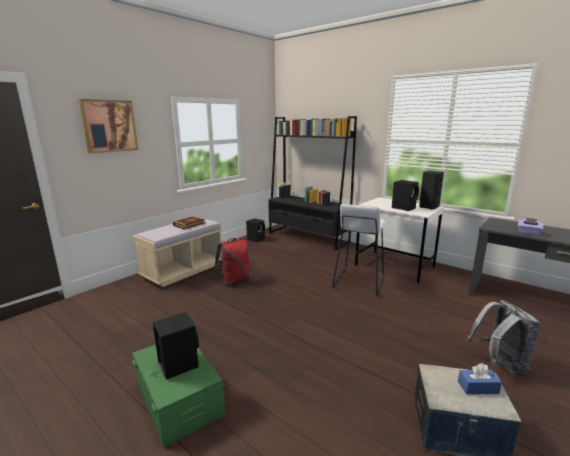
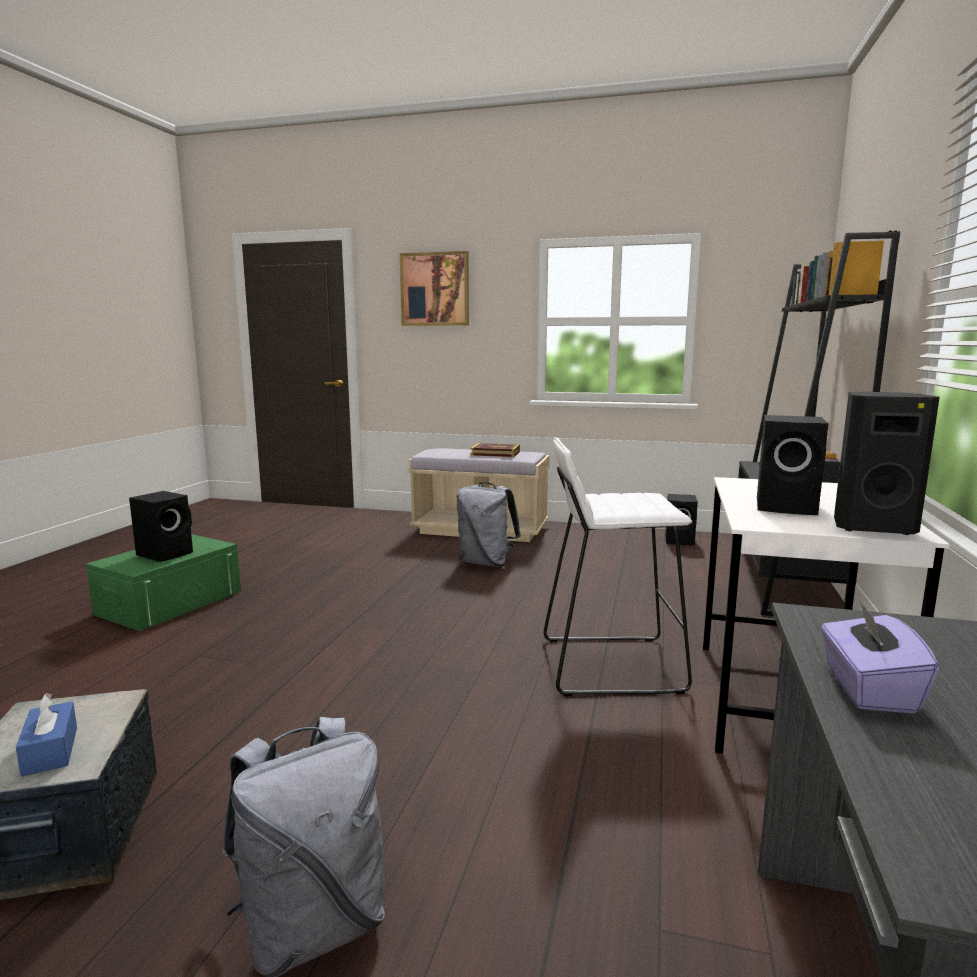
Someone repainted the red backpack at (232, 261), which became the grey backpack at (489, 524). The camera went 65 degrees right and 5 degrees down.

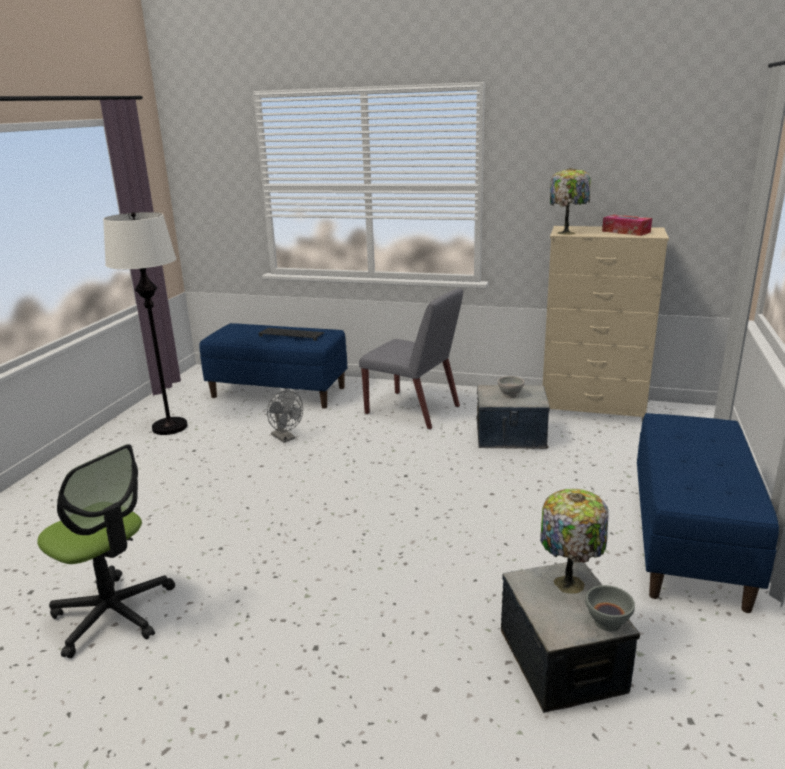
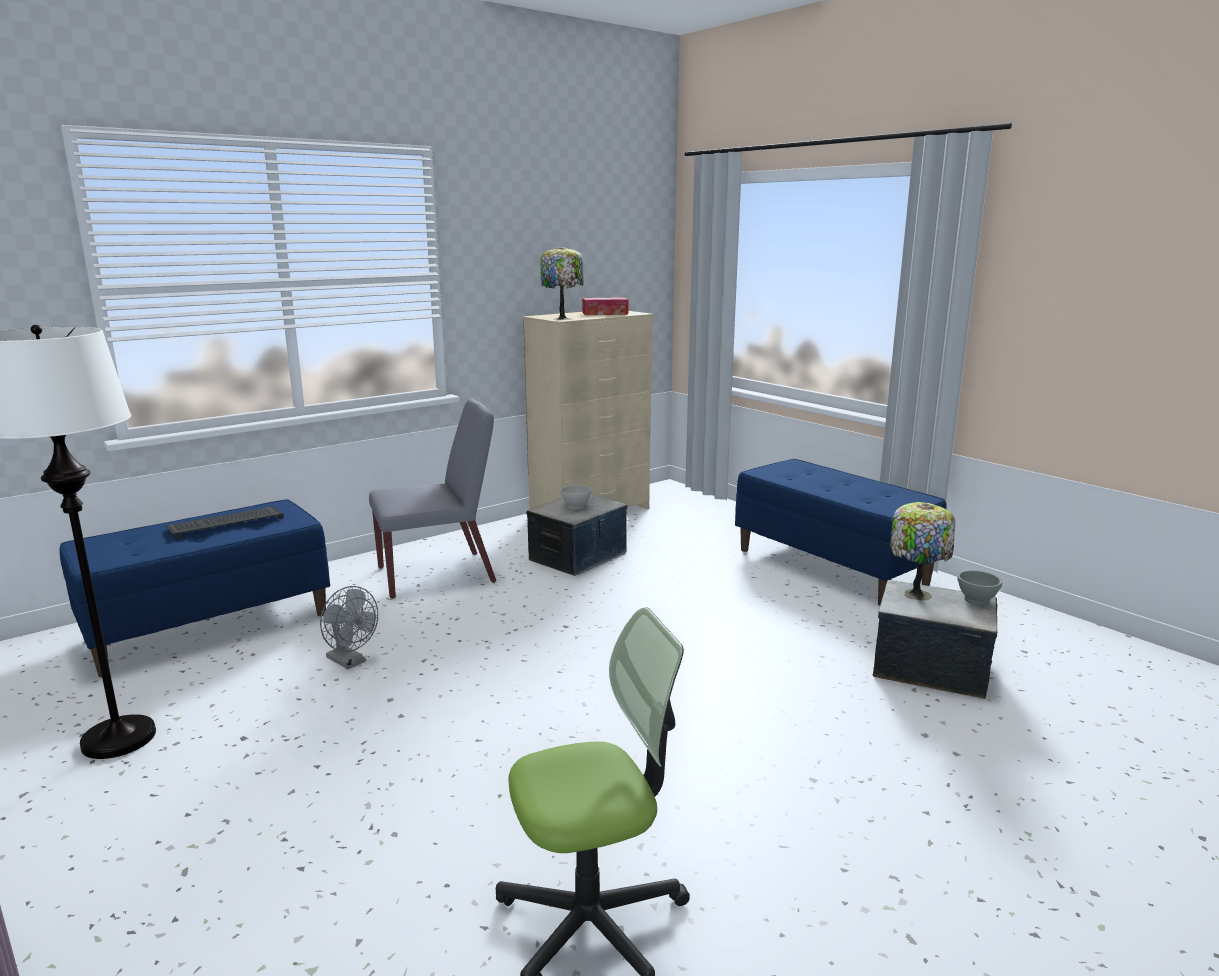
Someone rotated the grey fan at (285, 416) by 45 degrees clockwise. The camera went 55 degrees left and 5 degrees down.

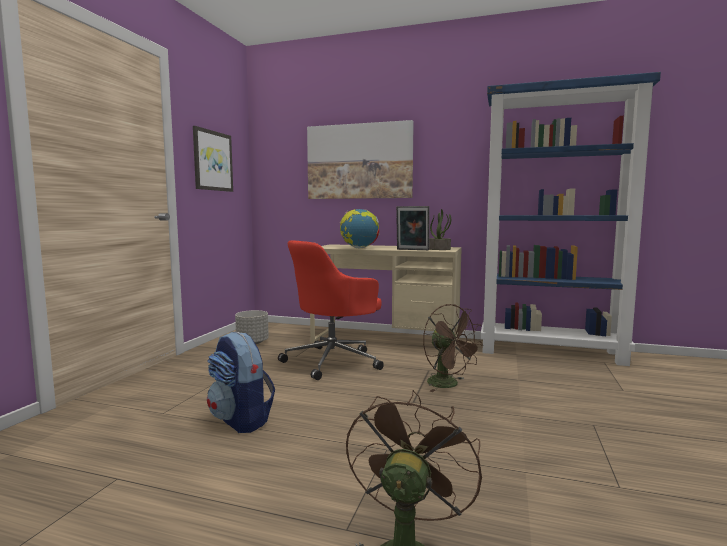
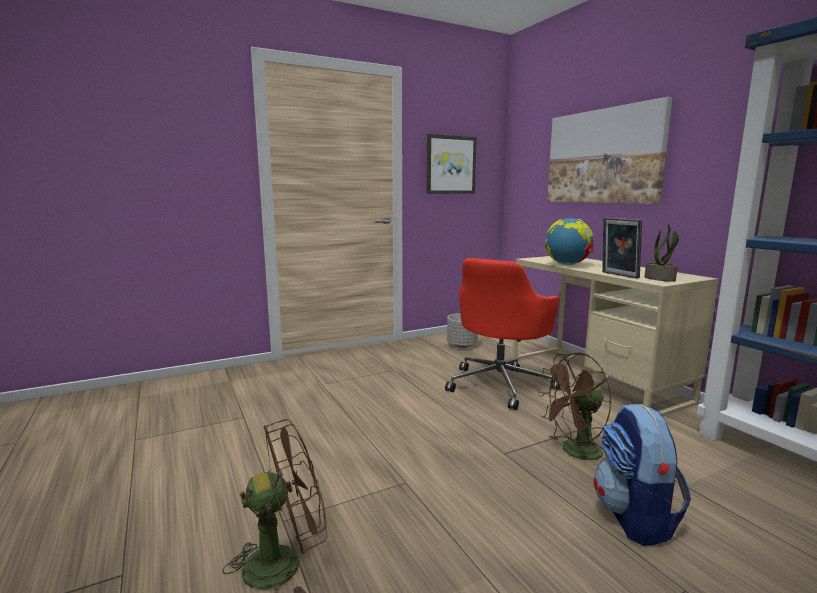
Someone rotated the red office chair at (331, 310) by 60 degrees counterclockwise. Someone rotated the brown fan at (453, 348) by 60 degrees clockwise. Someone carried the backpack from (241, 382) to (642, 475). The camera went 45 degrees right and 5 degrees up.

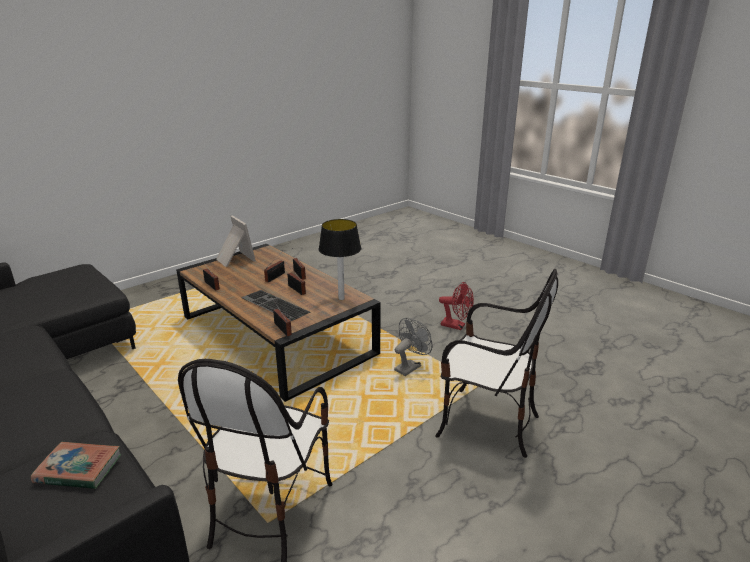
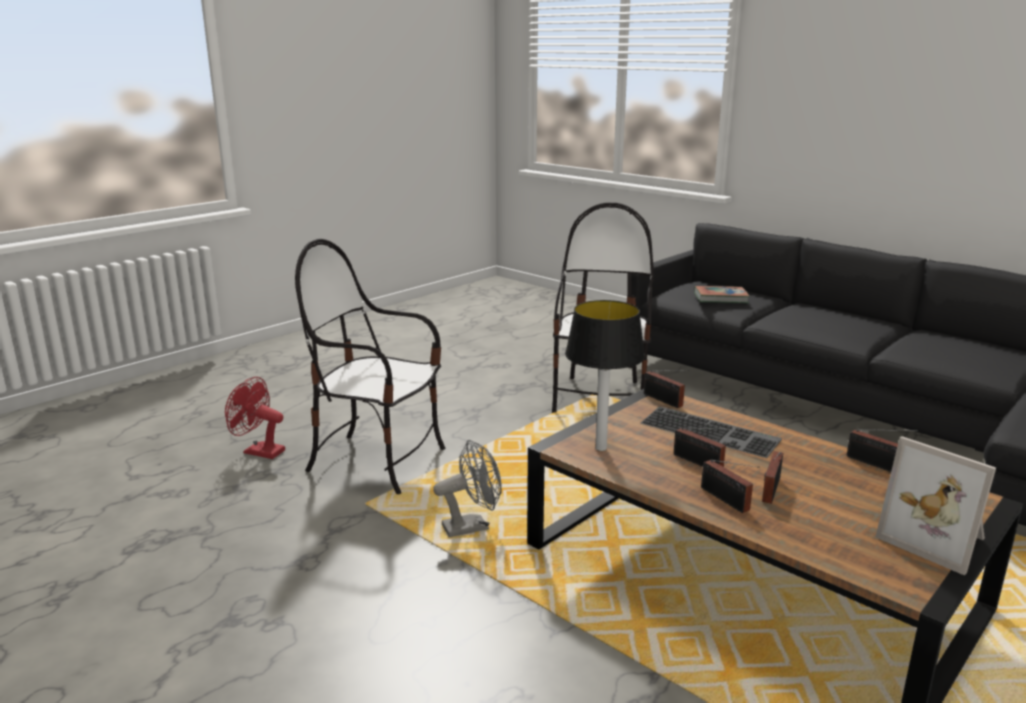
Someone carried the red fan from (456, 306) to (255, 418). Someone rotated the grey fan at (413, 347) by 150 degrees counterclockwise. The camera went 175 degrees right and 5 degrees down.

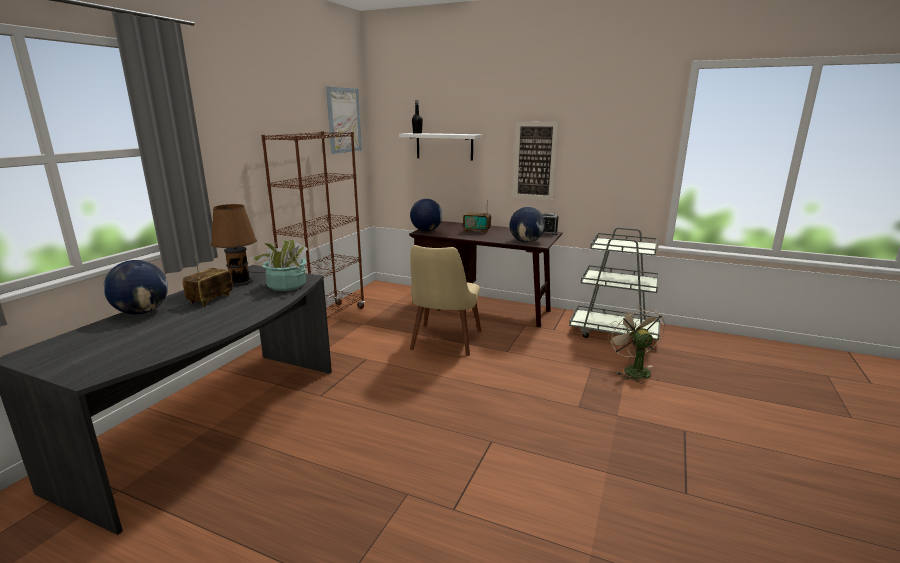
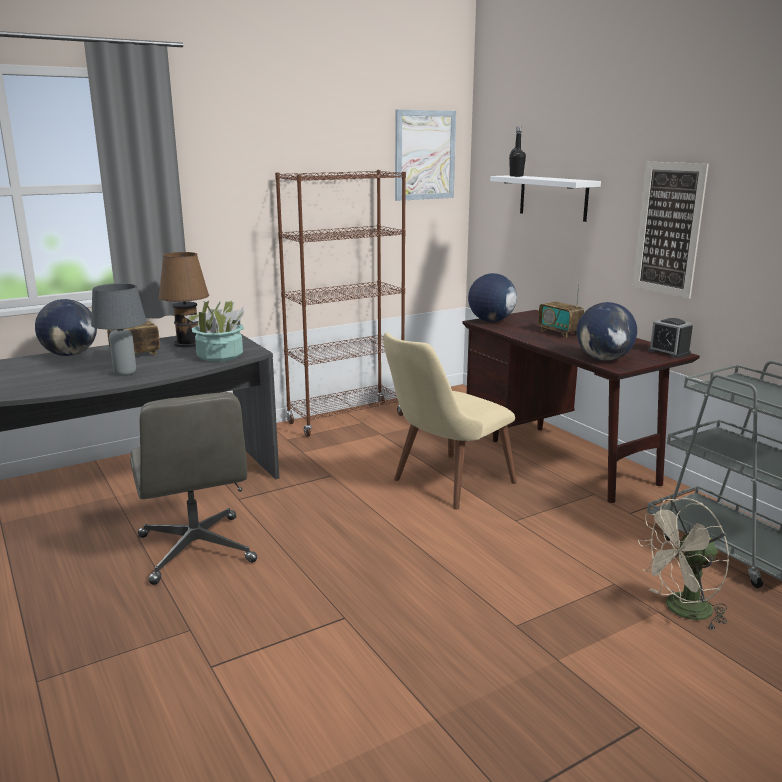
Someone put down the grey table lamp at (118, 329). Someone put down the grey office chair at (193, 488). Someone rotated the beige fan at (636, 344) by 135 degrees counterclockwise. The camera went 35 degrees right and 0 degrees up.

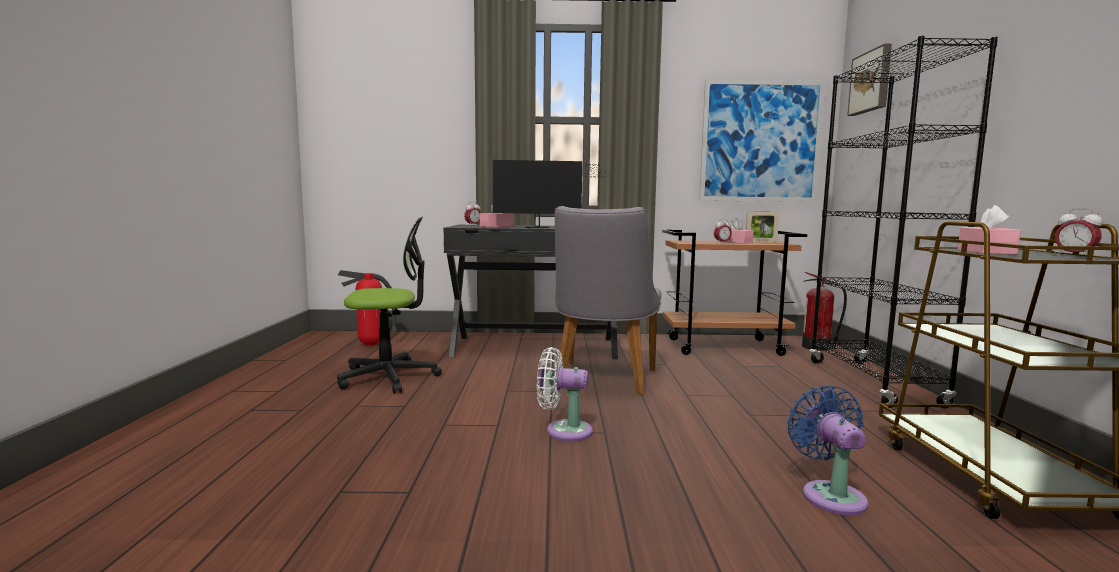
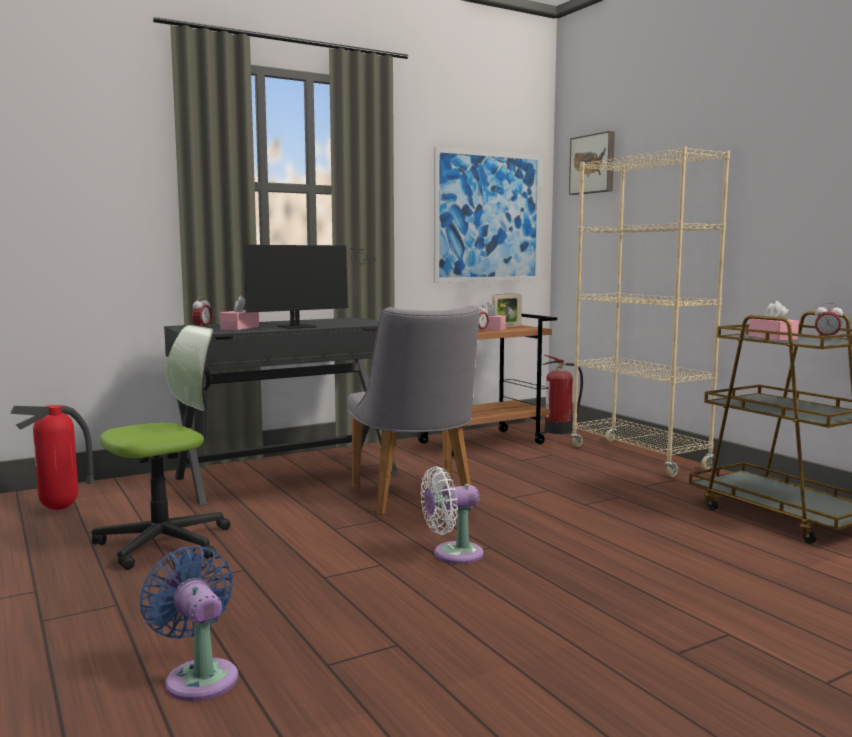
Someone carried the blue fan from (827, 450) to (189, 623). Someone repainted the black bookcase at (904, 222), which became the beige bookcase at (650, 311). The camera went 30 degrees left and 0 degrees up.

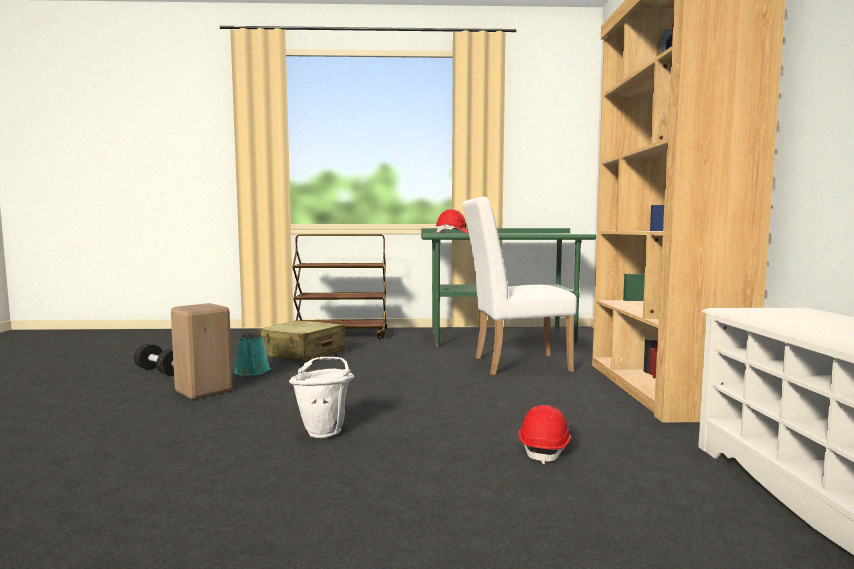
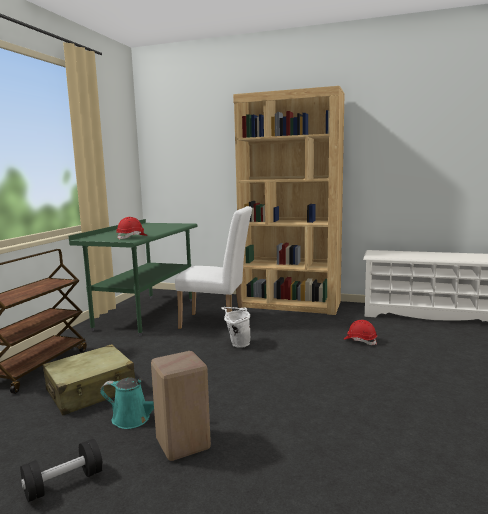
Someone rotated the white chair at (519, 286) by 90 degrees counterclockwise. Someone carried the white bucket from (321, 397) to (235, 327). The camera went 70 degrees left and 5 degrees up.

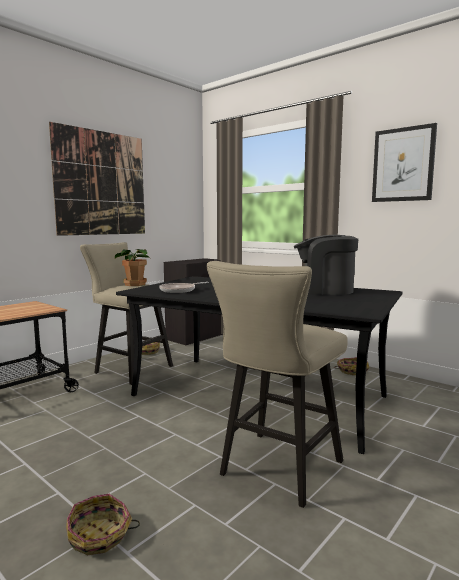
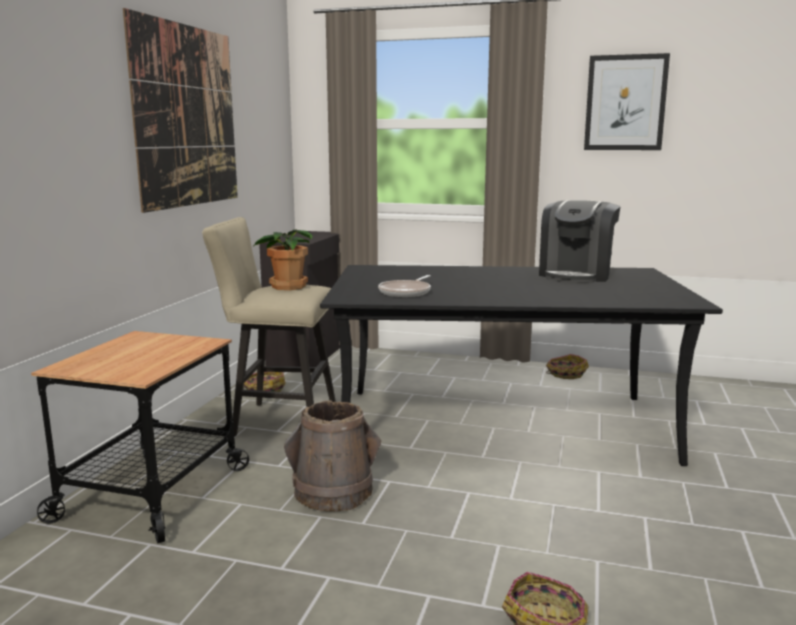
Someone put down the brown bucket at (333, 456). Someone rotated the coffee machine at (326, 265) by 45 degrees counterclockwise. Someone took away the beige stool at (277, 384). The camera went 25 degrees left and 5 degrees up.

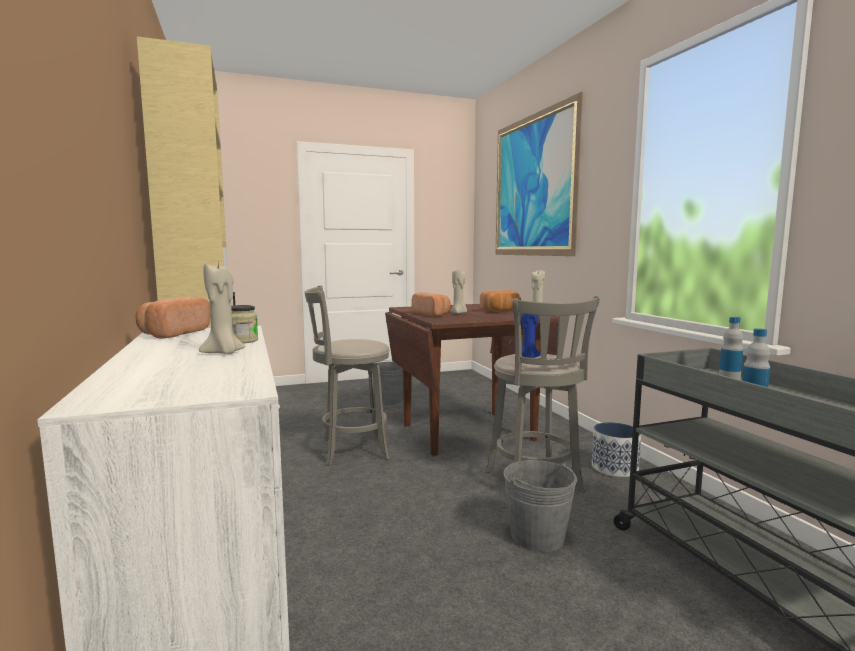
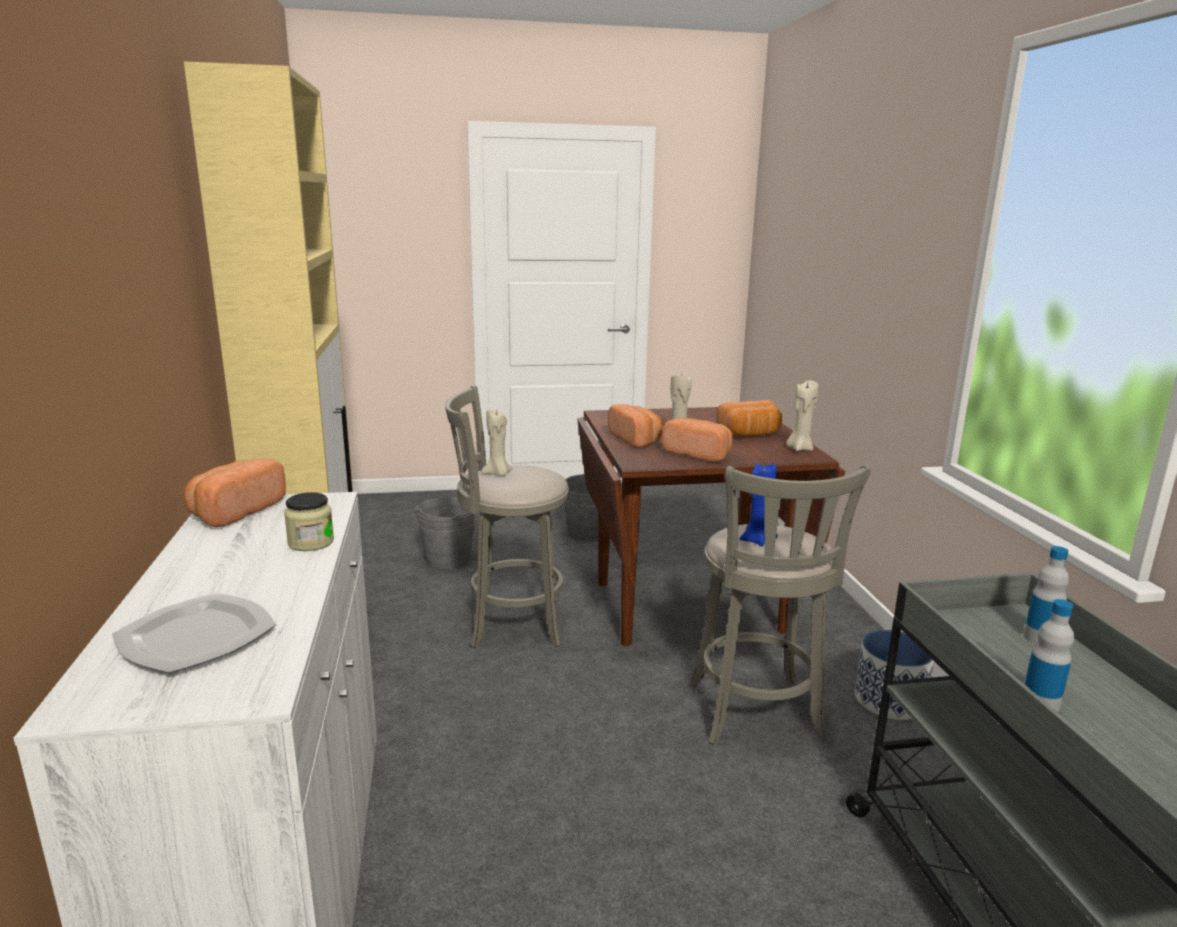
Someone put down the plate at (194, 633). Someone carried the grey bucket from (540, 506) to (445, 533). Someone carried the beige candle from (222, 309) to (497, 443). Someone put down the bread at (697, 440). Someone took away the picture at (539, 173). The camera went 10 degrees right and 10 degrees up.

